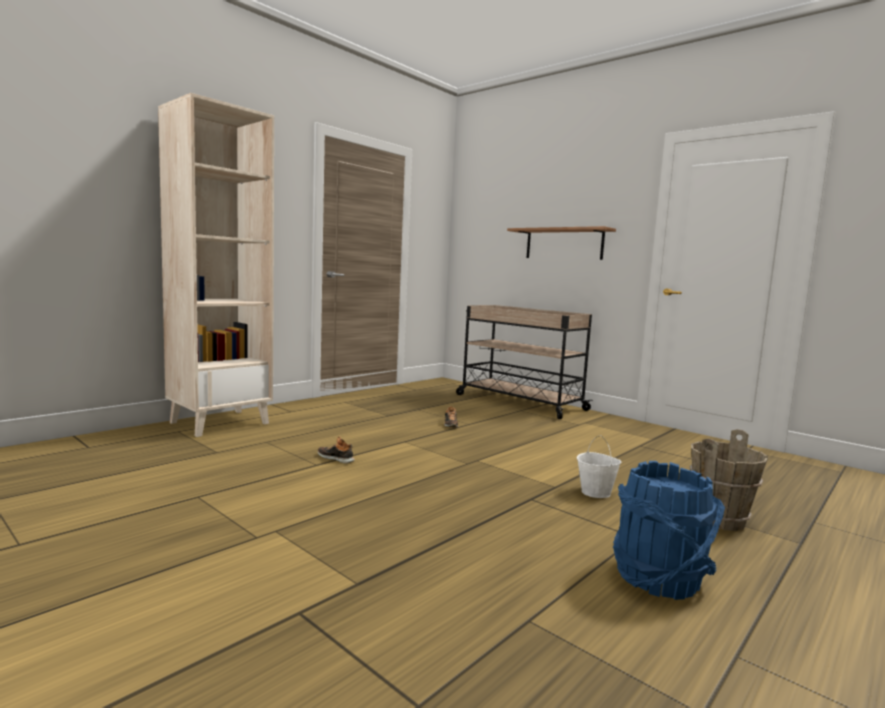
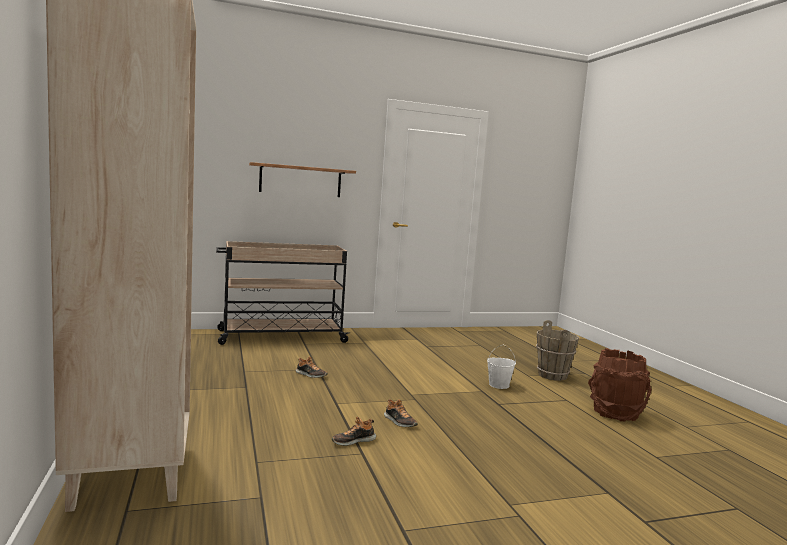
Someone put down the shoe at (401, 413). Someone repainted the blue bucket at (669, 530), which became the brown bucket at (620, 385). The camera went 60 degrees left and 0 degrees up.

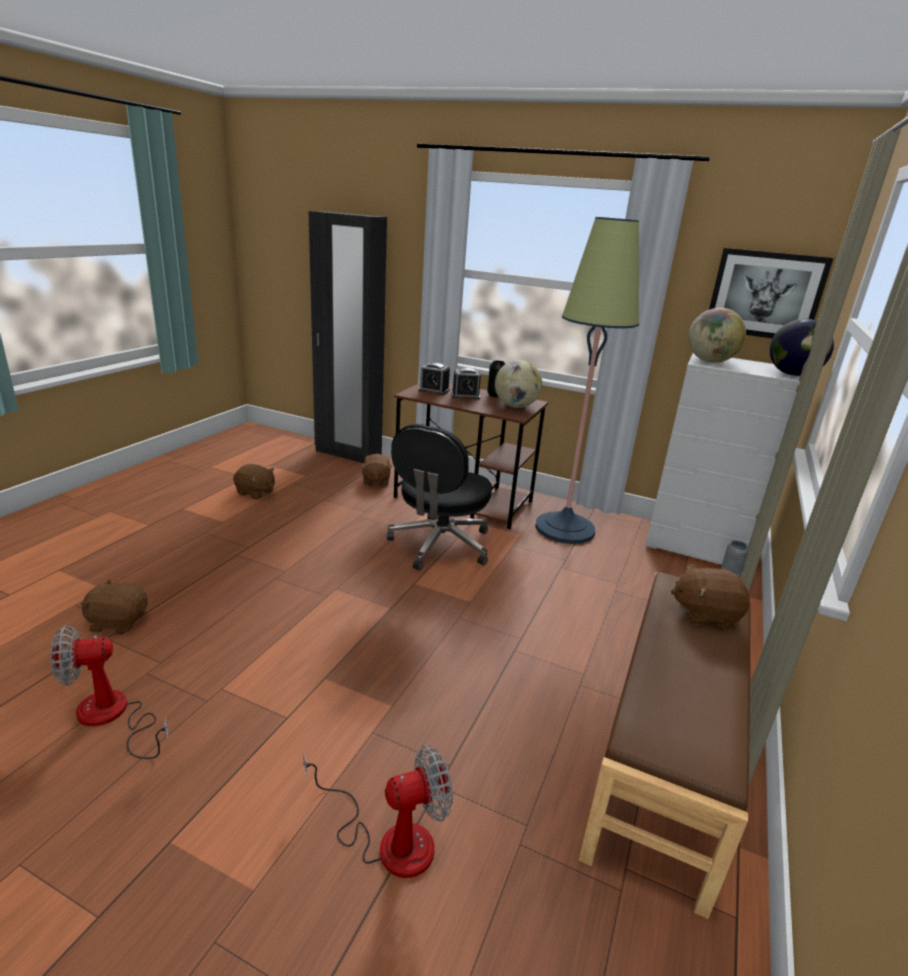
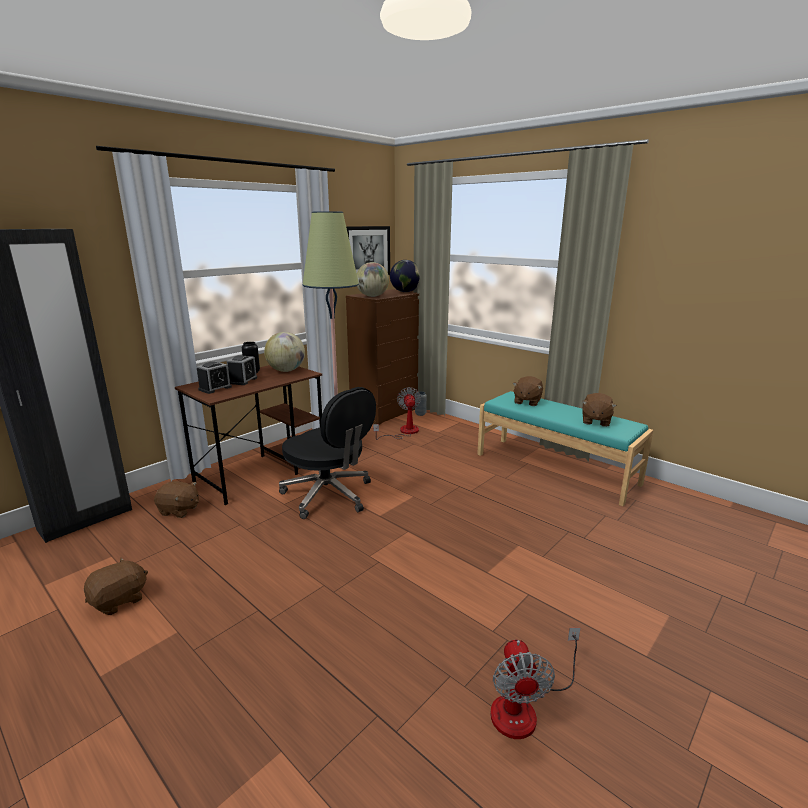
Someone repainted the white dresser at (722, 459), which became the brown dresser at (382, 357). Someone carried the fan from (378, 811) to (397, 413). Someone repainted the brown bench at (664, 745), which became the turquoise bench at (565, 448). Someone carried the brown plush toy from (114, 607) to (599, 410). The camera went 70 degrees left and 5 degrees down.

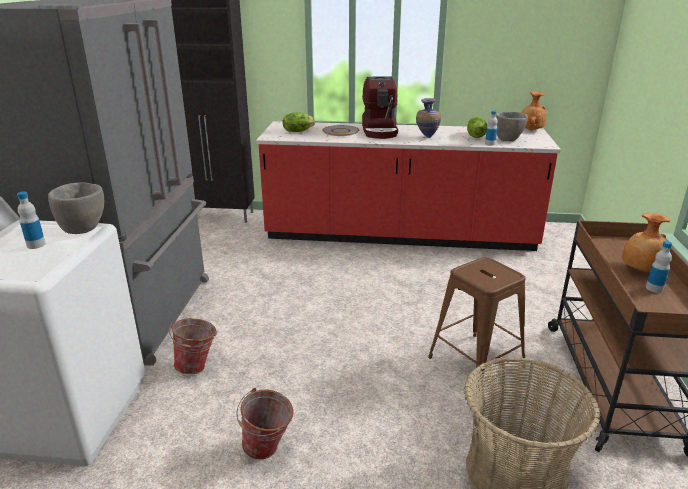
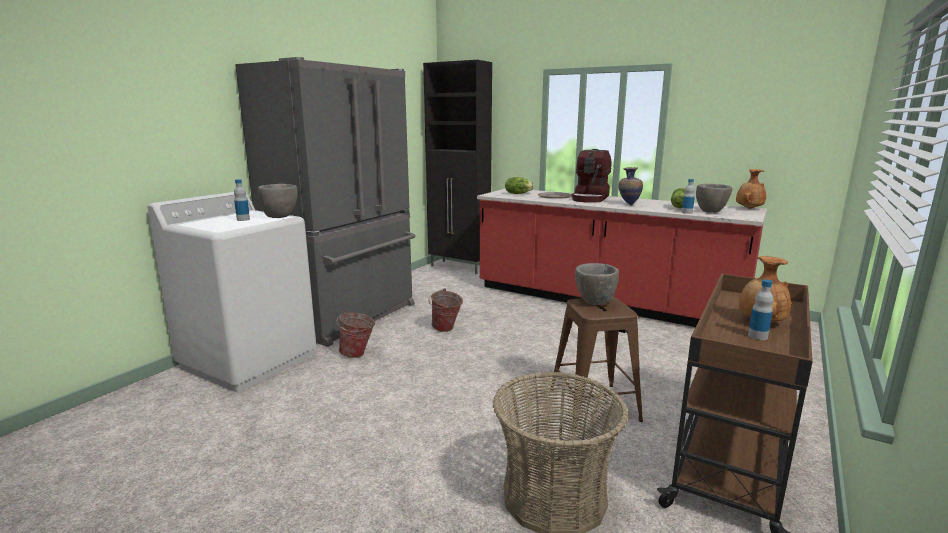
Someone carried the bucket from (265, 423) to (445, 310). Someone put down the grey bowl at (597, 284). The camera went 25 degrees right and 10 degrees down.

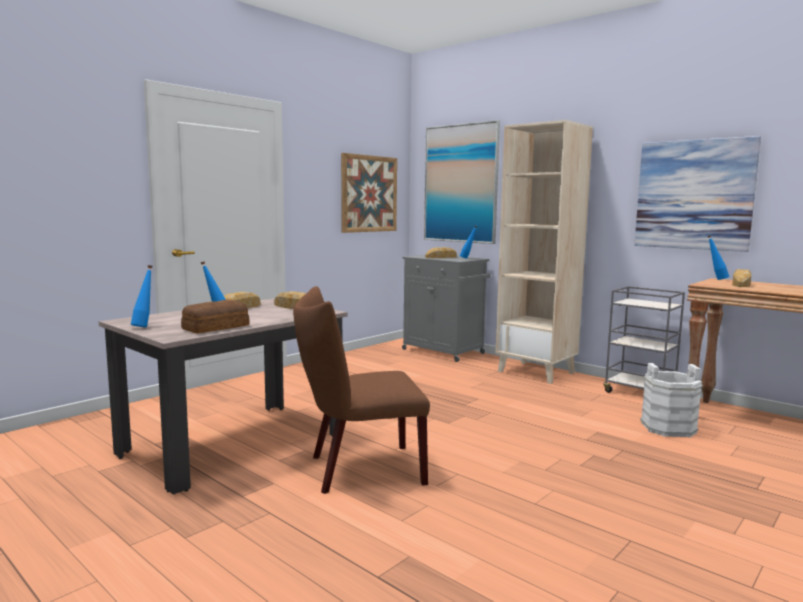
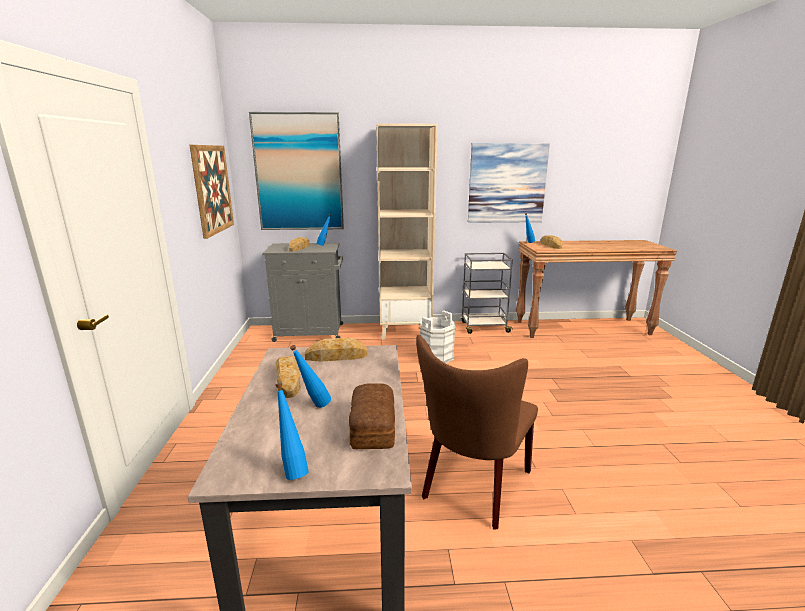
Someone carried the white bucket from (671, 400) to (437, 336). The camera went 45 degrees left and 10 degrees up.

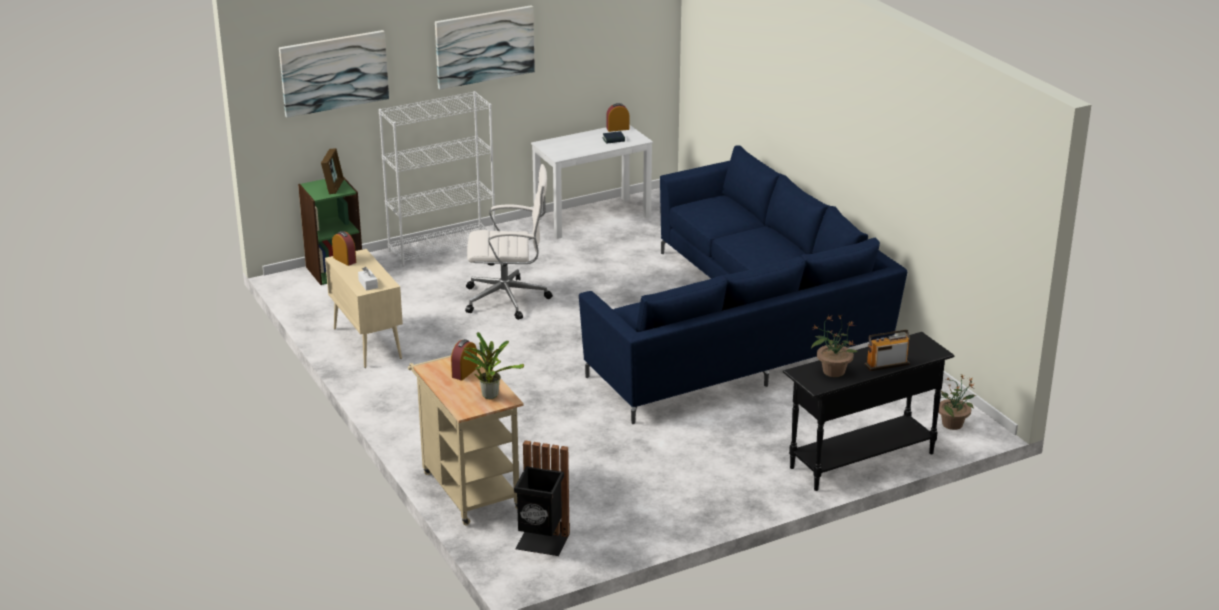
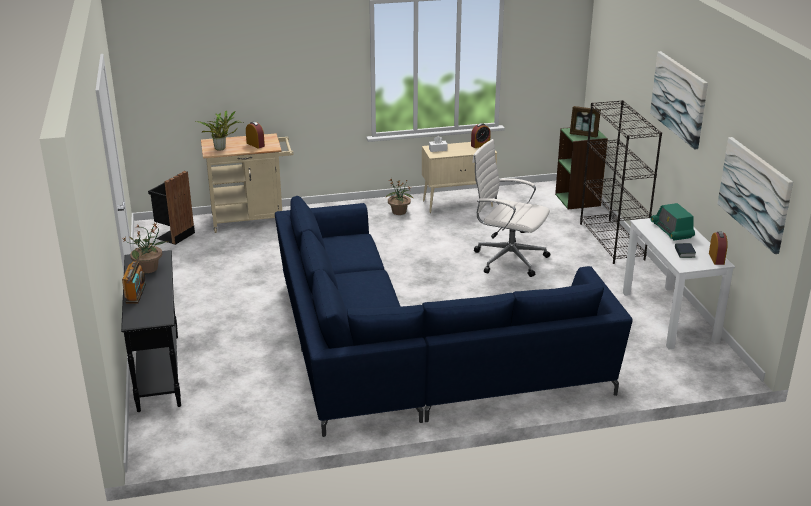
Someone carried the potted plant from (957, 402) to (399, 196). Someone rotated the white office chair at (509, 242) by 105 degrees clockwise. Someone repainted the white bookcase at (437, 179), which became the black bookcase at (621, 182). Someone put down the radio at (672, 222). Someone carried the picture from (334, 74) to (755, 195). The camera went 105 degrees right and 0 degrees up.

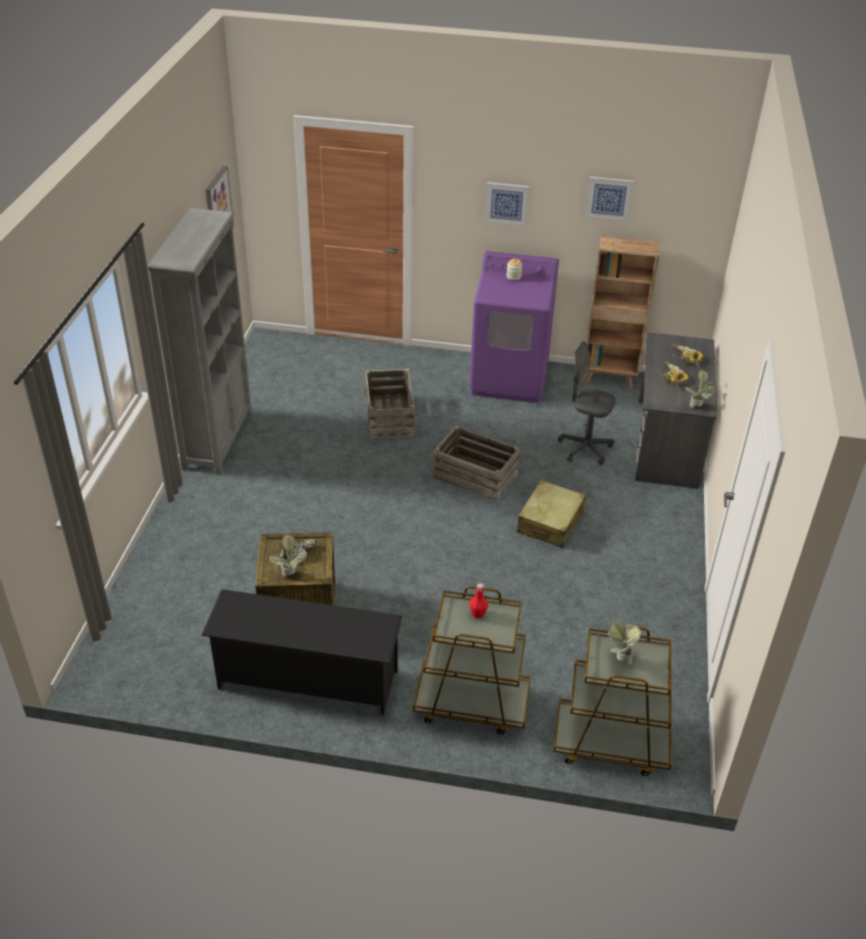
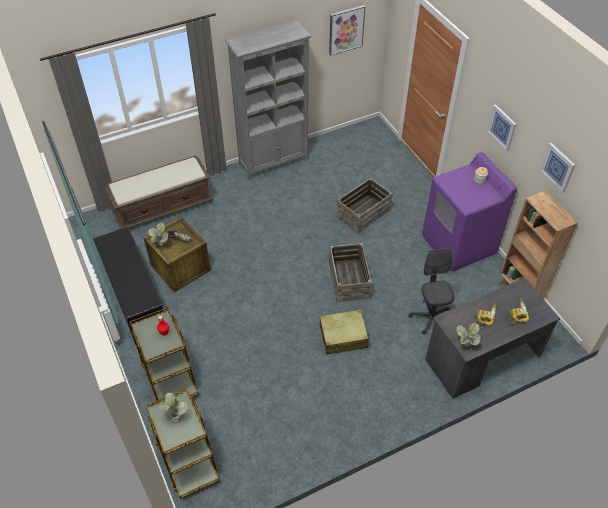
Someone put down the brown bench at (159, 192). The camera went 55 degrees right and 10 degrees up.

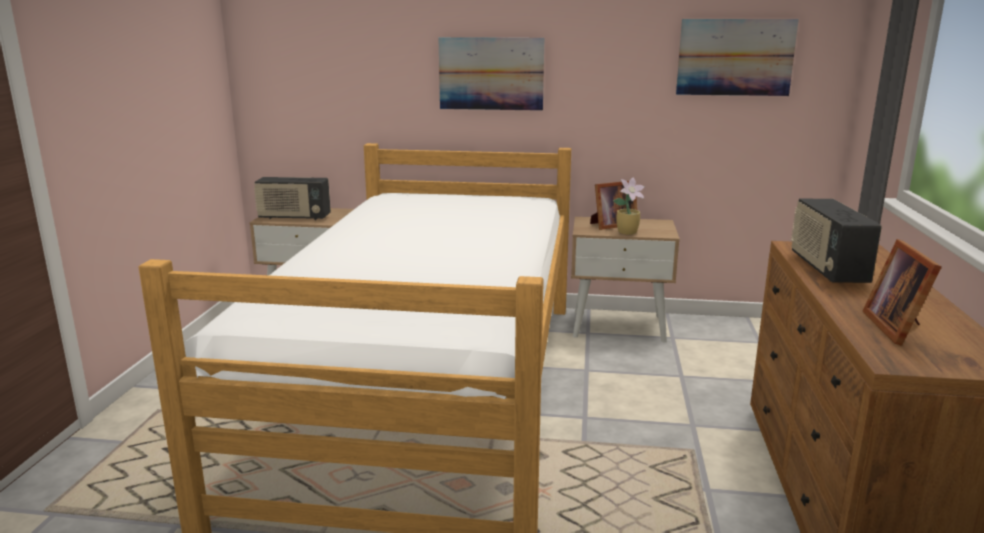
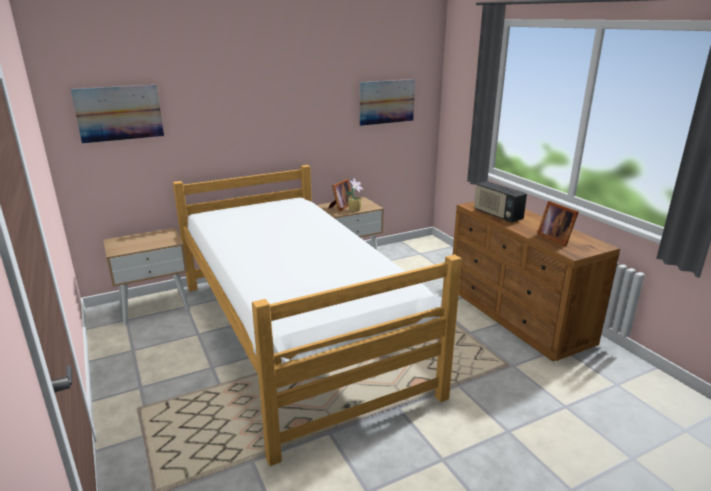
Someone carried the picture from (491, 74) to (117, 114). Someone took away the radio at (292, 198). The camera went 35 degrees left and 5 degrees up.

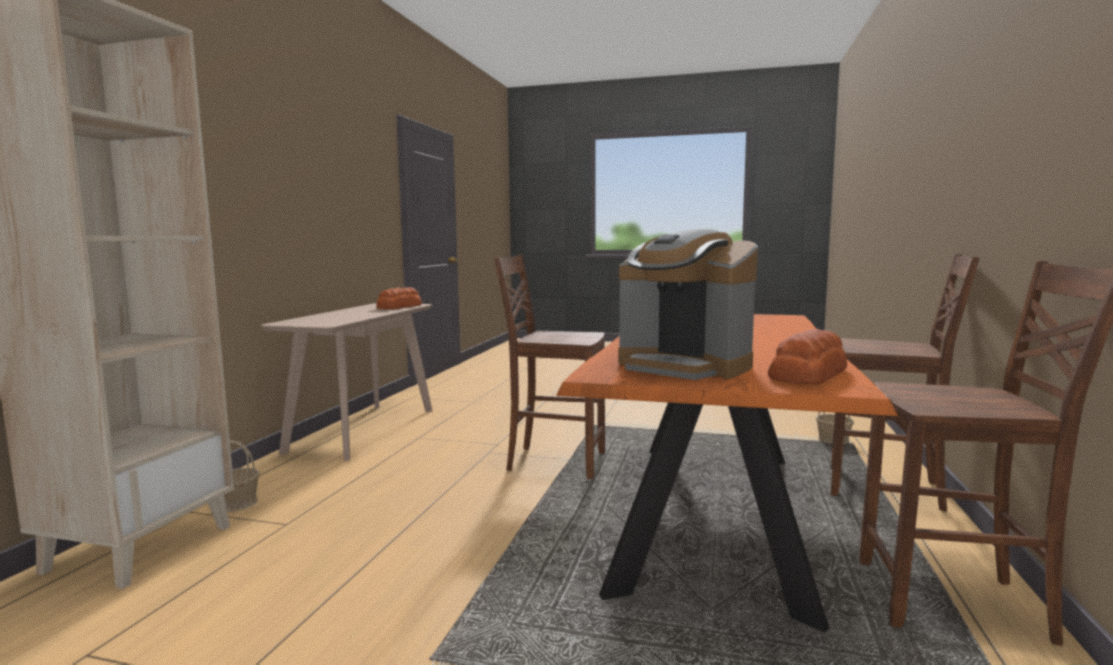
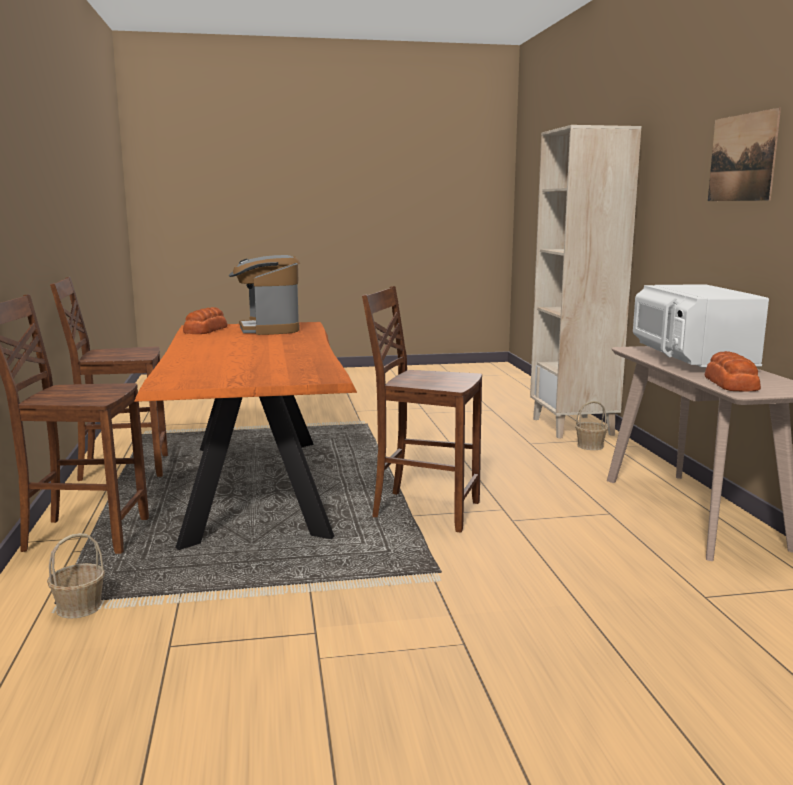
Someone rotated the coffee machine at (688, 304) by 120 degrees counterclockwise. Someone rotated the brown chair at (549, 367) by 150 degrees counterclockwise. Someone put down the white microwave at (701, 325). Someone put up the picture at (744, 154). The camera went 155 degrees right and 5 degrees up.

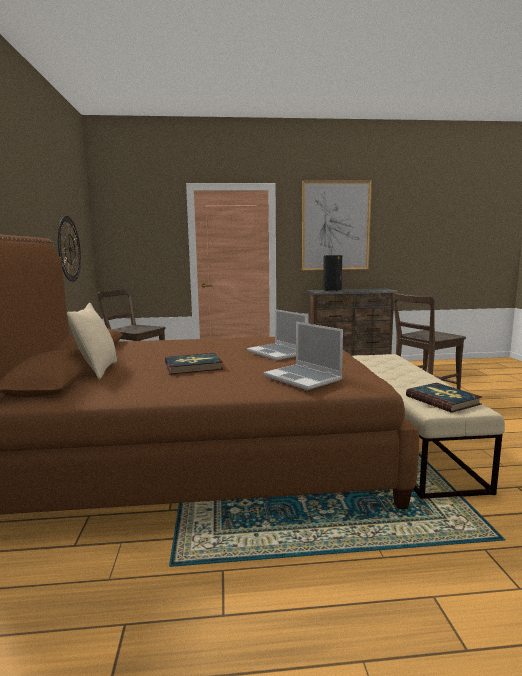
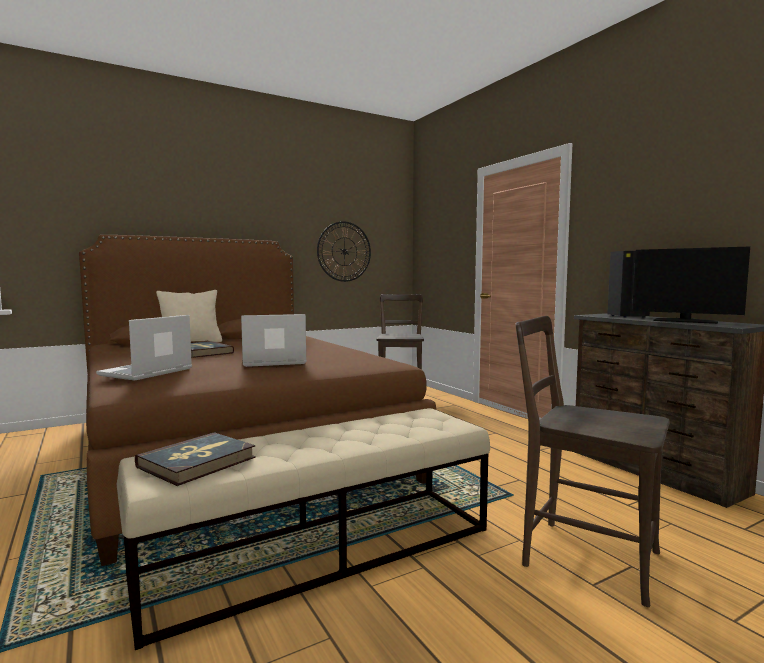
Someone rotated the laptop at (277, 334) by 45 degrees clockwise. Someone put down the monitor at (691, 285). Someone took away the picture at (337, 225). The camera went 65 degrees right and 5 degrees down.

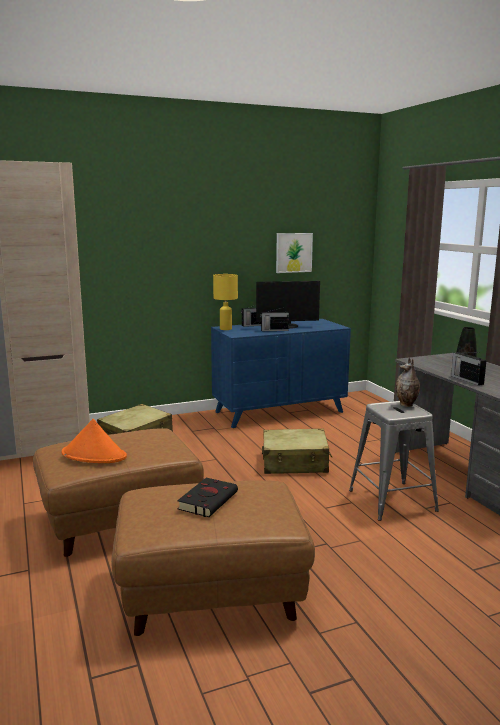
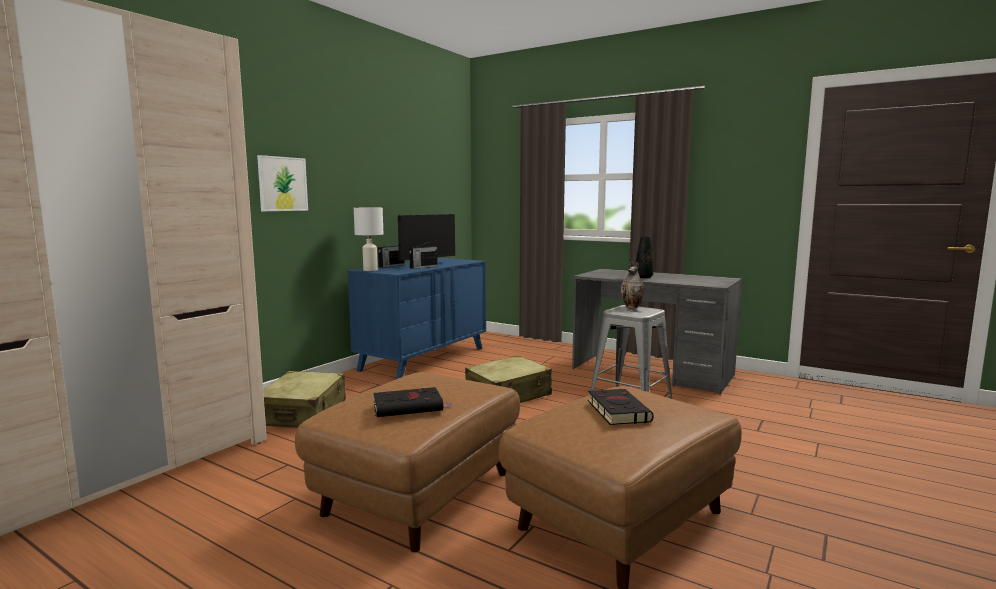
Someone carried the picture from (294, 253) to (282, 183). Someone repainted the yellow table lamp at (225, 302), which became the white table lamp at (368, 239). Someone swapped the orange hat at (94, 441) for the black book at (412, 402). Someone took away the radio at (469, 368). The camera went 35 degrees left and 5 degrees down.

